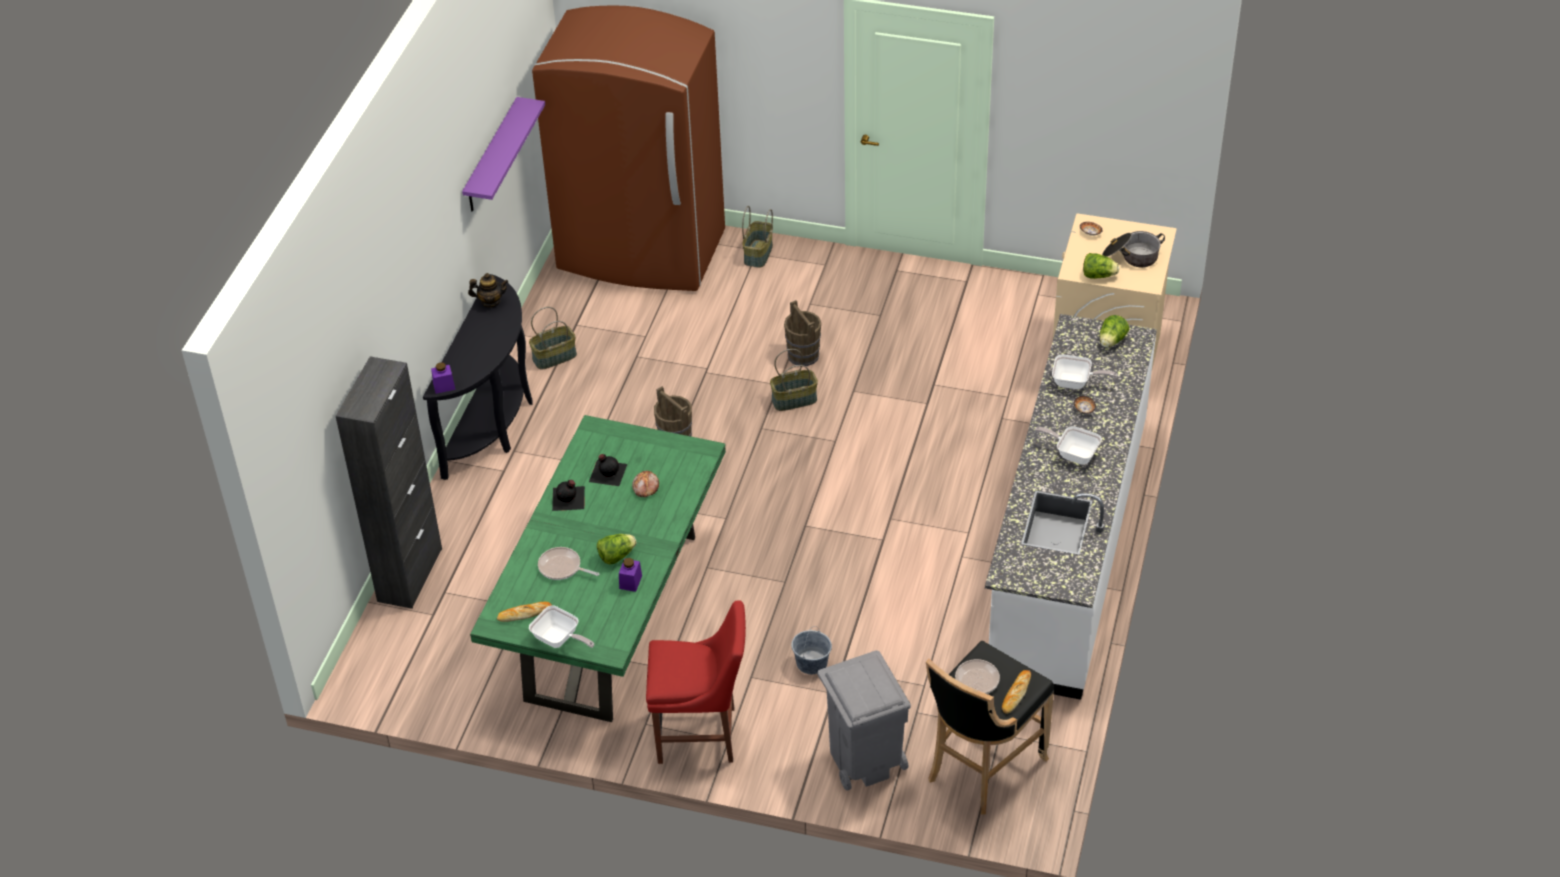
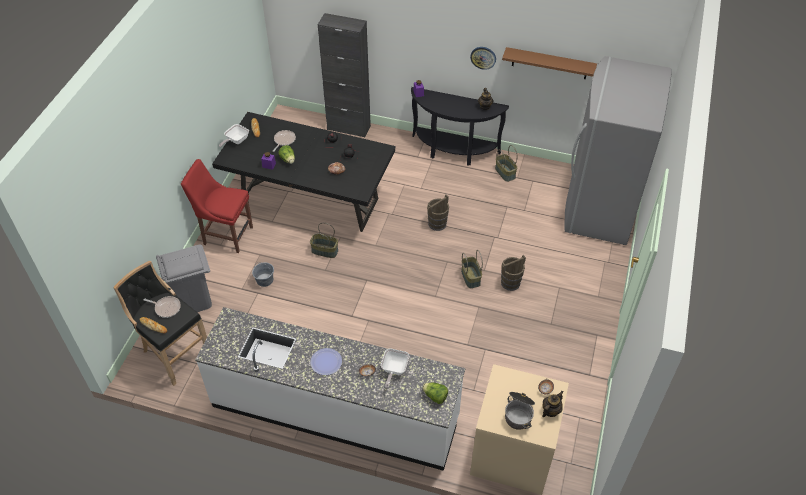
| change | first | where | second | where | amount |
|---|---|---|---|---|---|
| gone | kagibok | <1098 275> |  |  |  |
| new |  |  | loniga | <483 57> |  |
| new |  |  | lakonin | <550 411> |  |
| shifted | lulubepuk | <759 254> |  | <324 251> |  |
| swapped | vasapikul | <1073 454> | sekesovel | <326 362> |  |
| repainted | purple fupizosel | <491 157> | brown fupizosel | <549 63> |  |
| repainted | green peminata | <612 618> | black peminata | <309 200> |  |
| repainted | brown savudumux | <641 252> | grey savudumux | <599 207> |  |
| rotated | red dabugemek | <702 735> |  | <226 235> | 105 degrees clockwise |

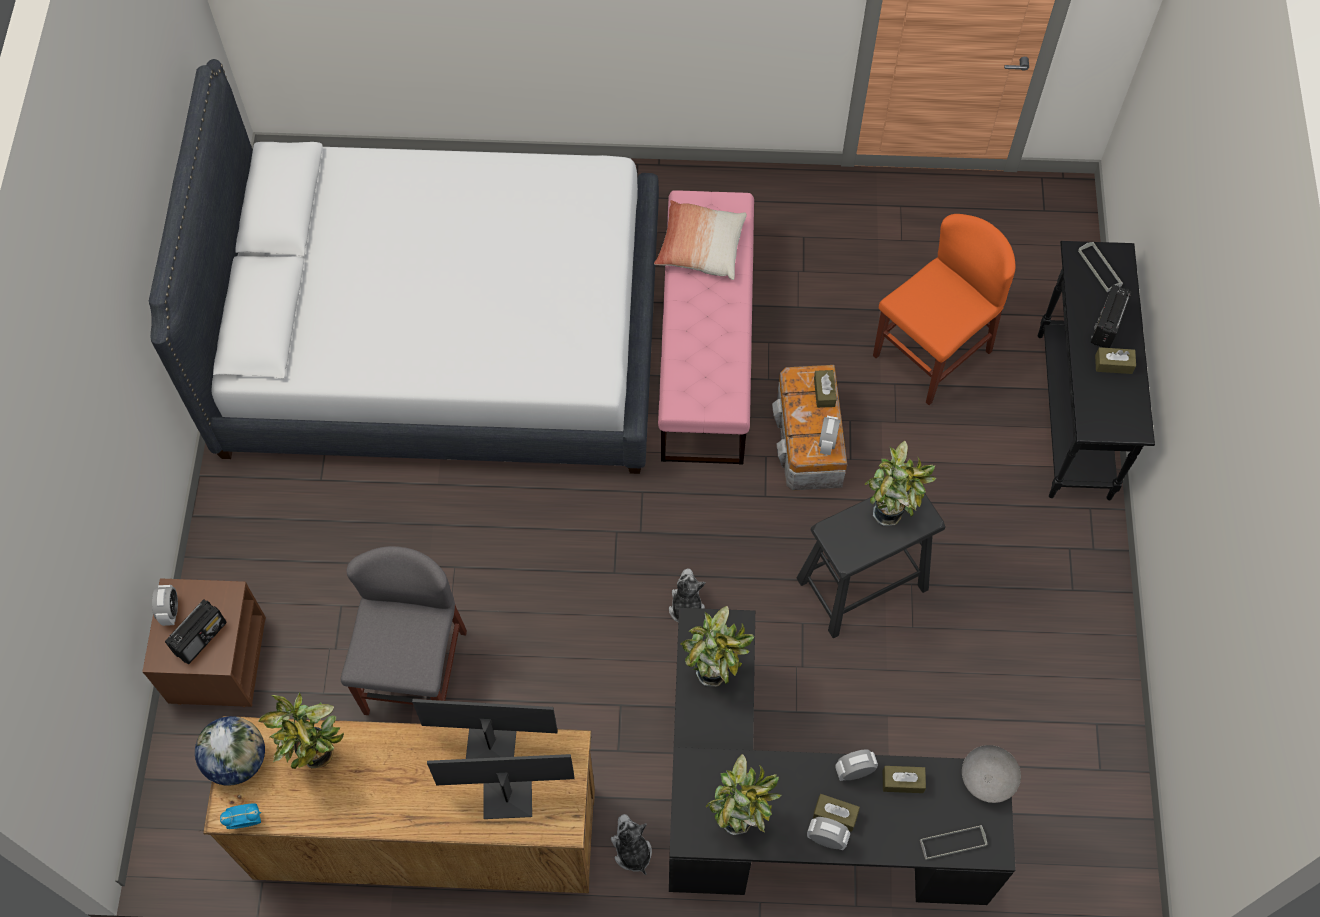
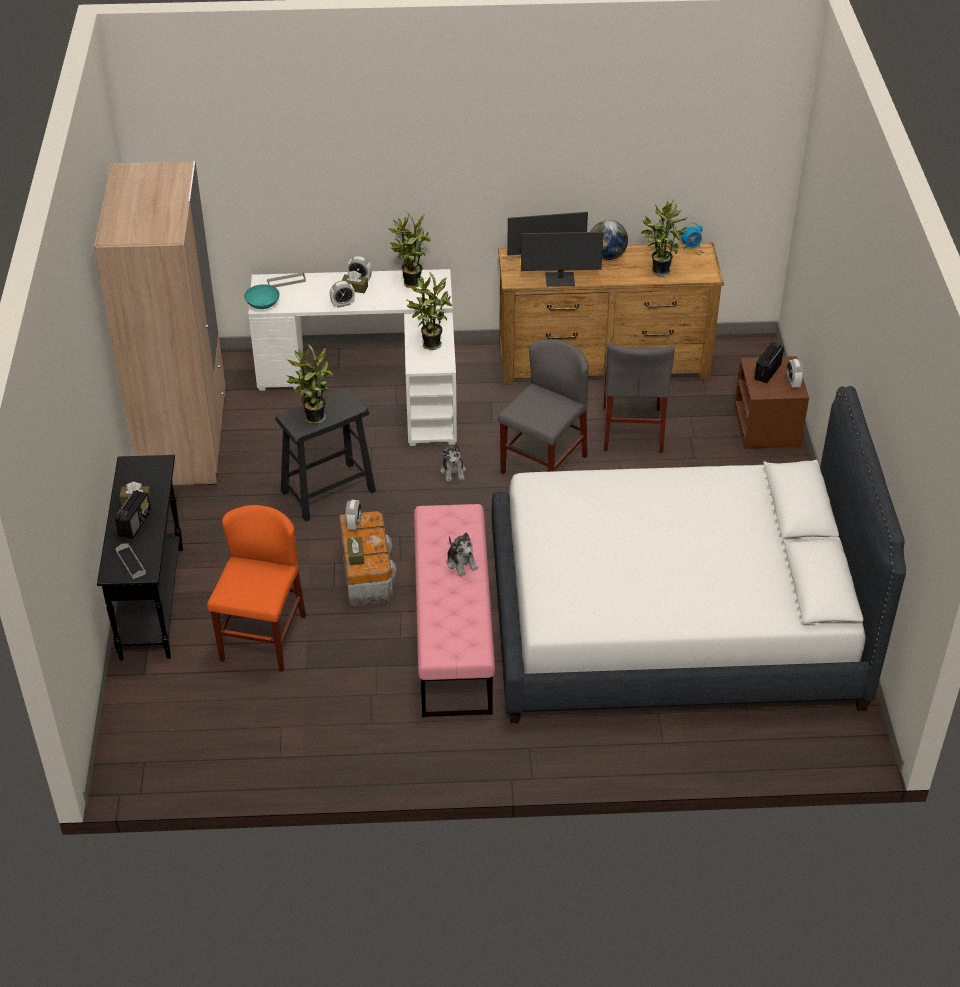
| change | first | where | second | where | amount |
|---|---|---|---|---|---|
| gone | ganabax | <700 248> |  |  |  |
| gone | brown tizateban | <902 782> |  |  |  |
| new |  |  | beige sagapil | <184 440> |  |
| new |  |  | grey dabugemek | <543 464> |  |
| shifted | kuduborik | <237 760> |  | <607 256> |  |
| shifted | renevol | <631 851> |  | <461 563> |  |
| repainted | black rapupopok | <794 815> | white rapupopok | <376 381> |  |
| repainted | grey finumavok | <986 779> | turquoise finumavok | <263 305> |  |
| rotated | orange dabugemek | <931 353> |  | <263 638> | 150 degrees clockwise |

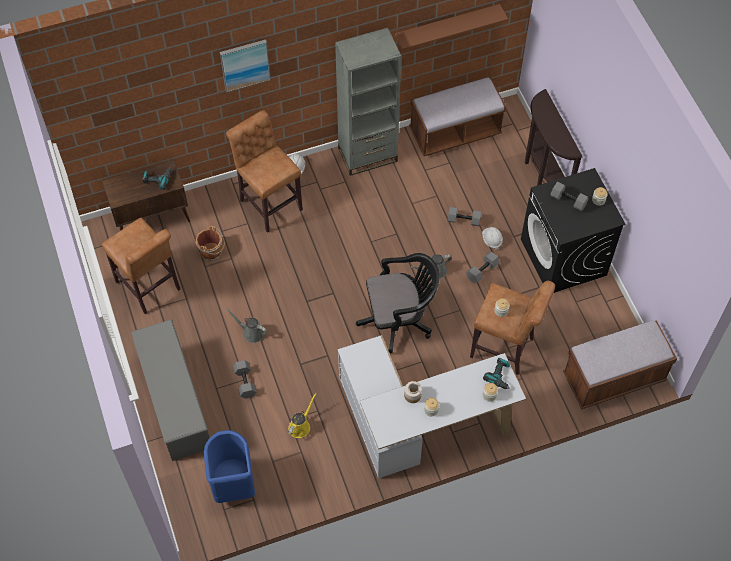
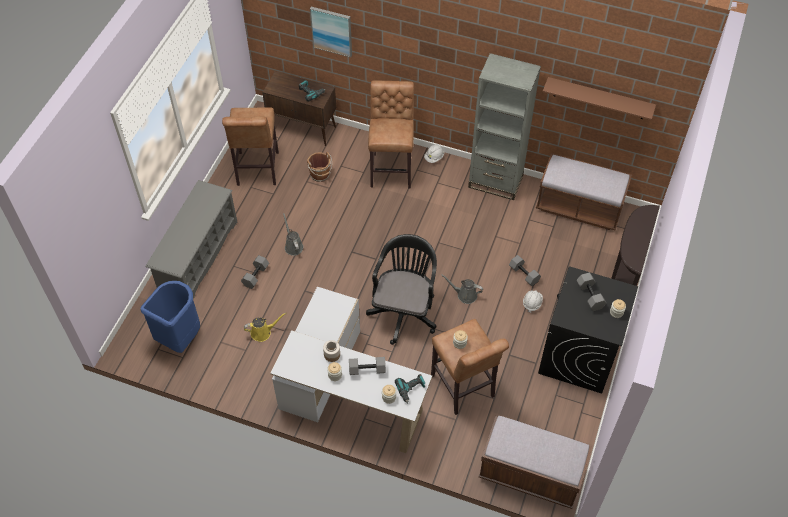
| change | first | where | second | where | amount |
|---|---|---|---|---|---|
| shifted | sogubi | <245 64> |  | <332 31> |  |
| shifted | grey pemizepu | <482 270> |  | <367 369> |  |
| rotated | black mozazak | <399 320> |  | <404 311> | 105 degrees counterclockwise |

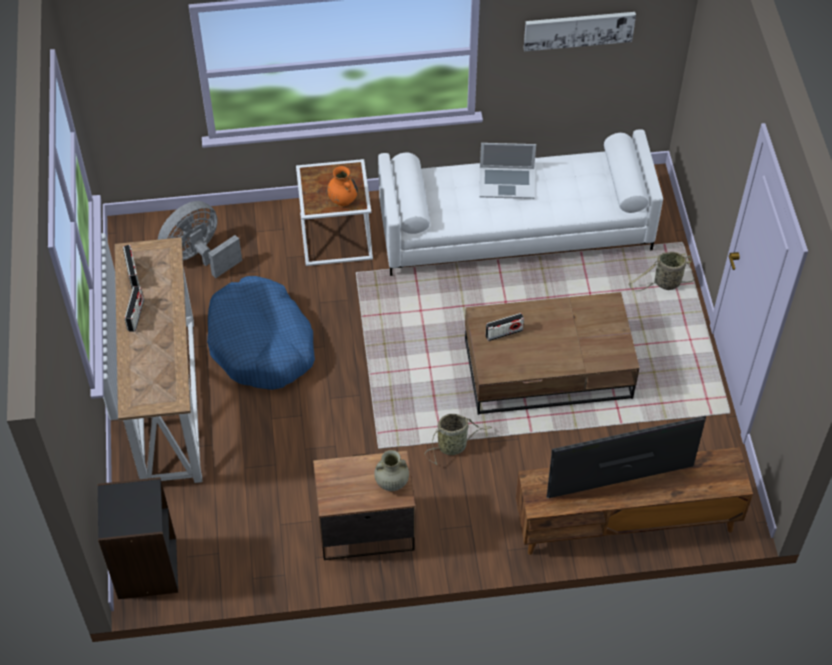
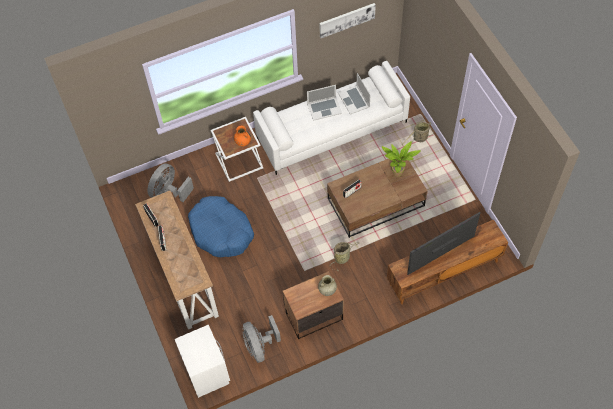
| change | first | where | second | where | amount |
|---|---|---|---|---|---|
| new |  |  | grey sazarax | <259 346> |  |
| new |  |  | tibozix | <354 99> |  |
| new |  |  | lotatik | <397 175> |  |
| swapped | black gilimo | <146 568> | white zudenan | <207 372> |  |

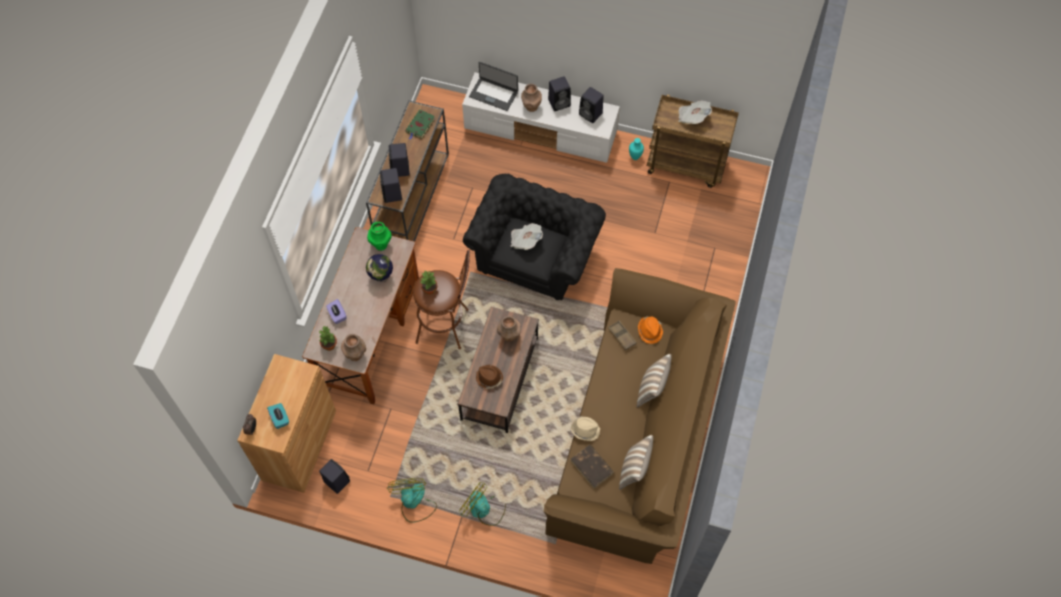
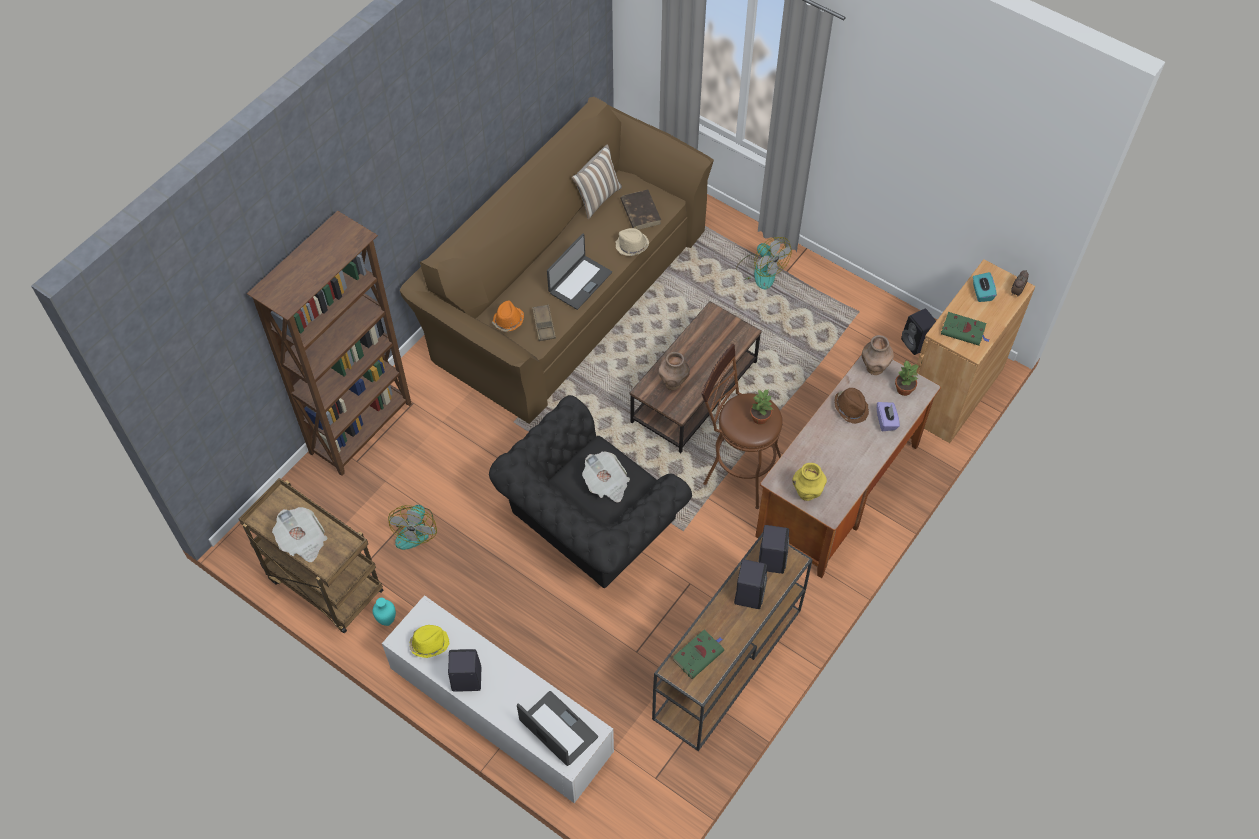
| change | first | where | second | where | amount |
|---|---|---|---|---|---|
| gone | kuduborik | <381 277> |  |  |  |
| gone | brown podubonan | <531 107> |  |  |  |
| gone | ganabax | <652 390> |  |  |  |
| new |  |  | brown gilimo | <362 428> |  |
| new |  |  | tibozix | <579 282> |  |
| new |  |  | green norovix | <964 331> |  |
| shifted | sazarax | <414 502> |  | <415 529> |  |
| shifted | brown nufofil | <489 378> |  | <851 408> |  |
| swapped | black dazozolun | <591 114> | yellow nufofil | <429 643> |  |
| repainted | green podubonan | <381 244> | yellow podubonan | <806 493> |  |

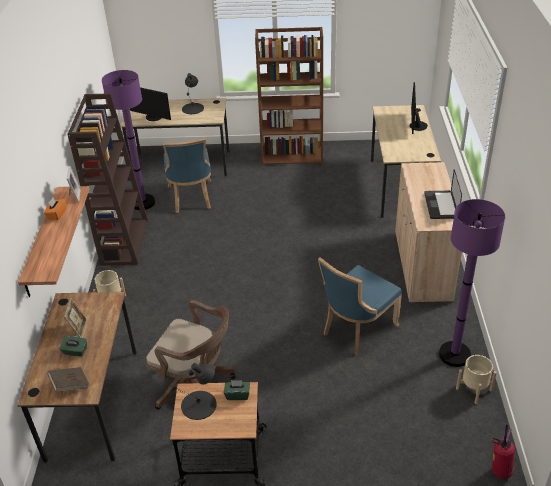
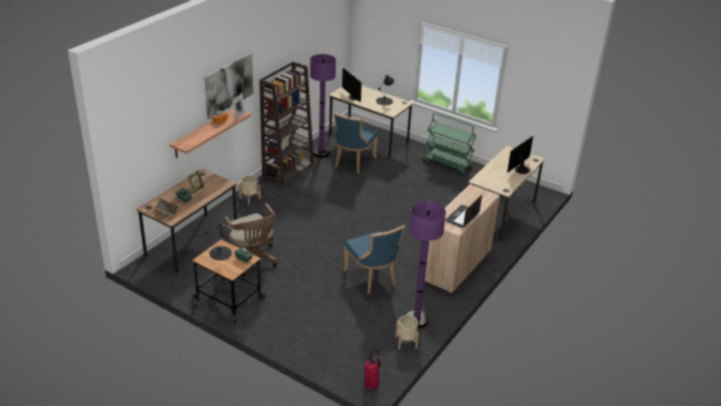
| change | first | where | second | where | amount |
|---|---|---|---|---|---|
| new |  |  | sogubi | <229 85> |  |
| swapped | brown gilimo | <292 155> | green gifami | <448 164> |  |
| rotated | blue dabugemek | <356 329> |  | <372 278> | 105 degrees counterclockwise |

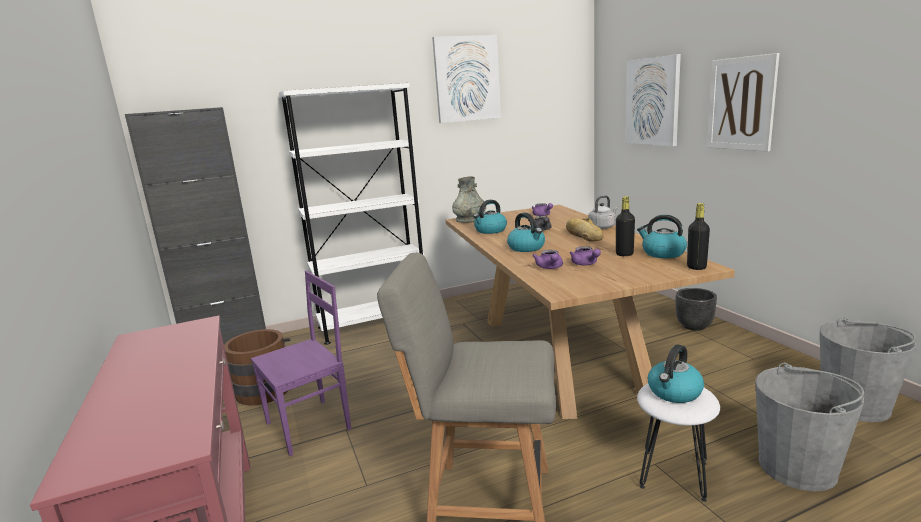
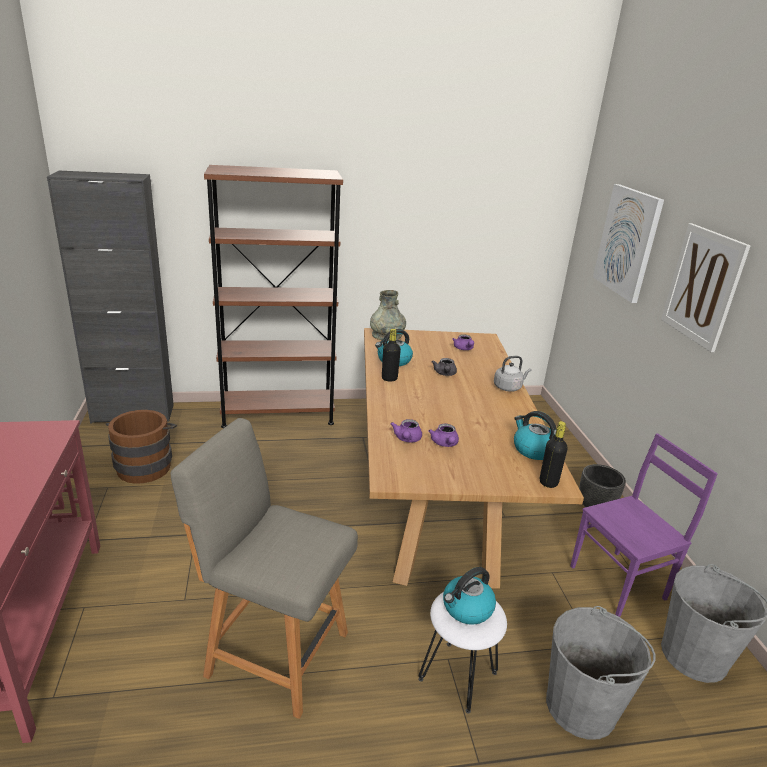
| change | first | where | second | where | amount |
|---|---|---|---|---|---|
| gone | sogubi | <467 79> |  |  |  |
| gone | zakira | <527 248> |  |  |  |
| gone | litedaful | <583 236> |  |  |  |
| shifted | purple dabugemek | <310 426> |  | <619 583> |  |
| shifted | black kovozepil | <624 254> |  | <389 378> |  |
| repainted | white gilimo | <374 324> | brown gilimo | <278 414> |  |

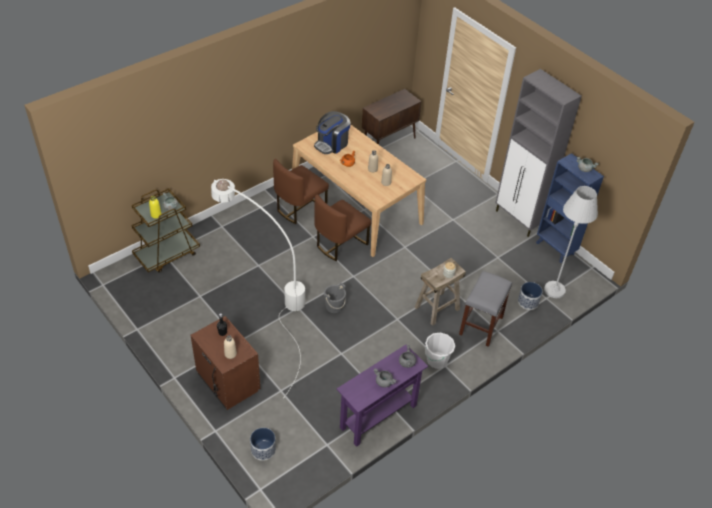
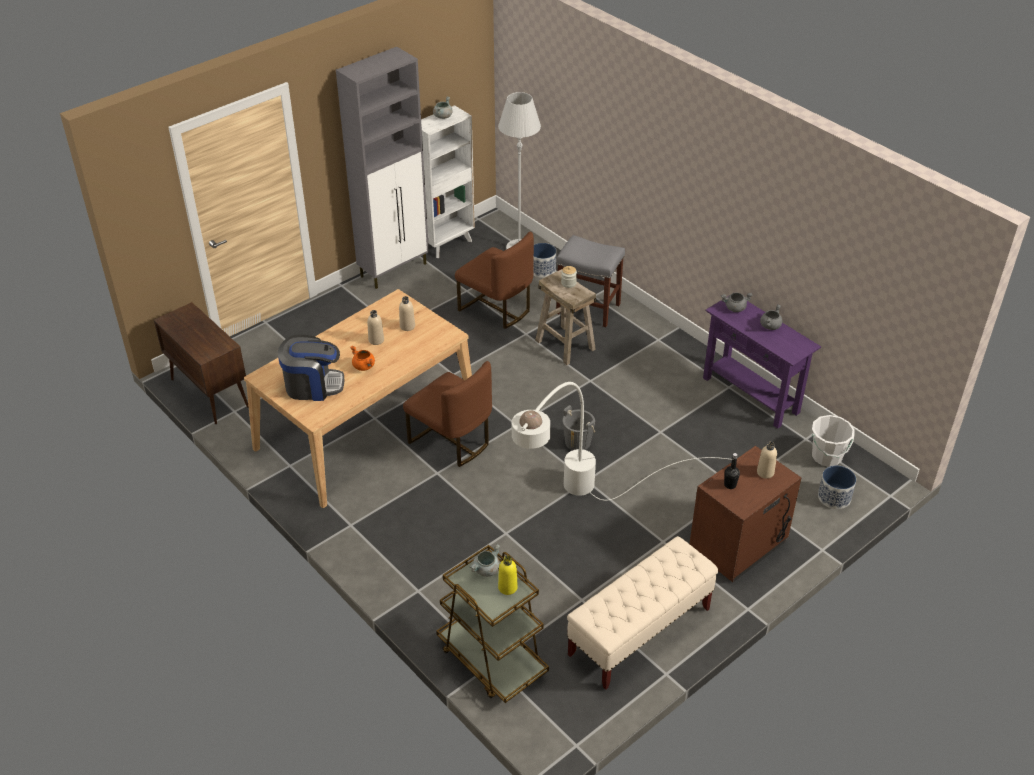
| change | first | where | second | where | amount |
|---|---|---|---|---|---|
| new |  |  | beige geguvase | <639 632> |  |
| shifted | brown dabugemek | <299 208> |  | <496 309> |  |
| shifted | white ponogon | <437 360> |  | <826 456> |  |
| repainted | blue gilimo | <555 249> | white gilimo | <447 243> |  |
| rotated | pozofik | <332 144> |  | <313 385> | 45 degrees counterclockwise |

